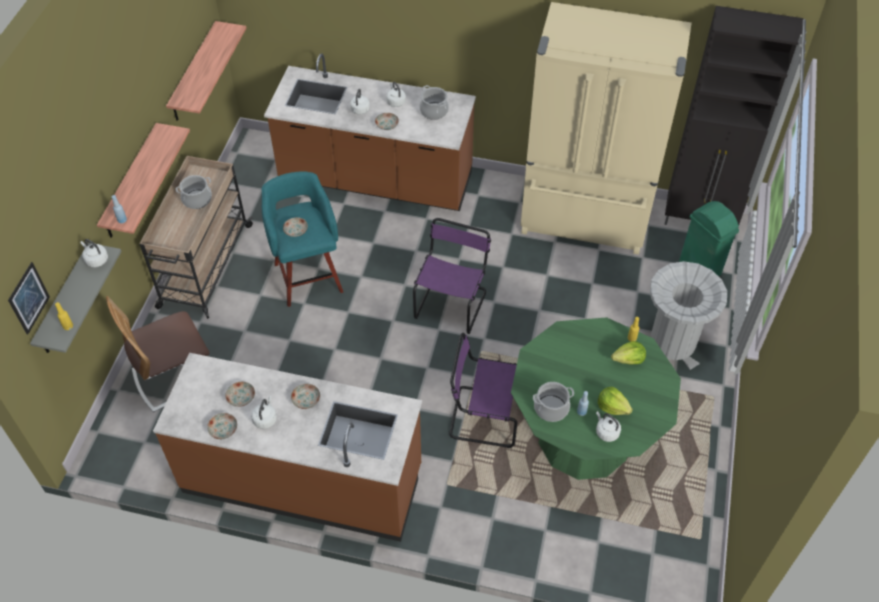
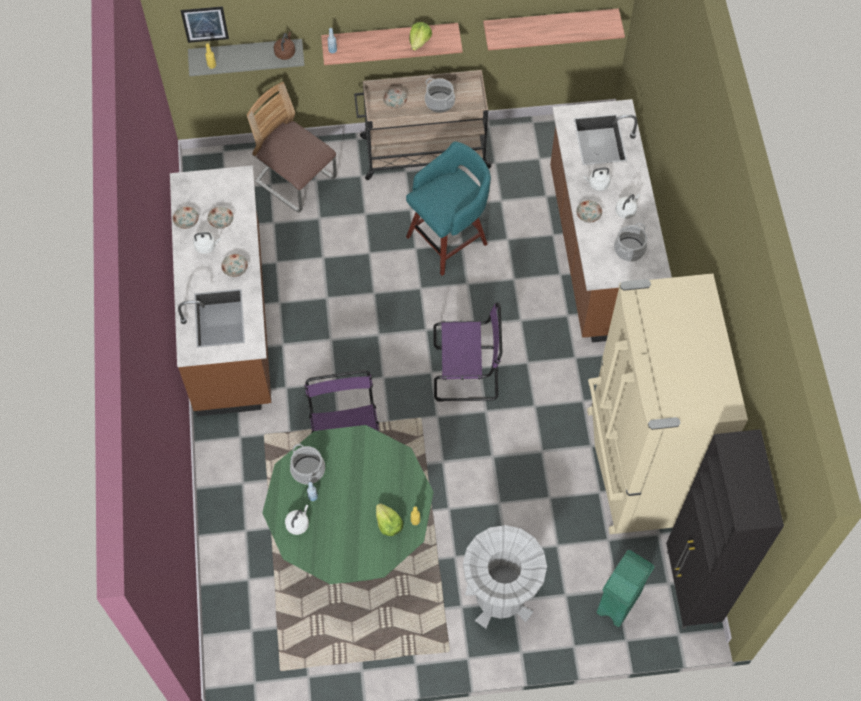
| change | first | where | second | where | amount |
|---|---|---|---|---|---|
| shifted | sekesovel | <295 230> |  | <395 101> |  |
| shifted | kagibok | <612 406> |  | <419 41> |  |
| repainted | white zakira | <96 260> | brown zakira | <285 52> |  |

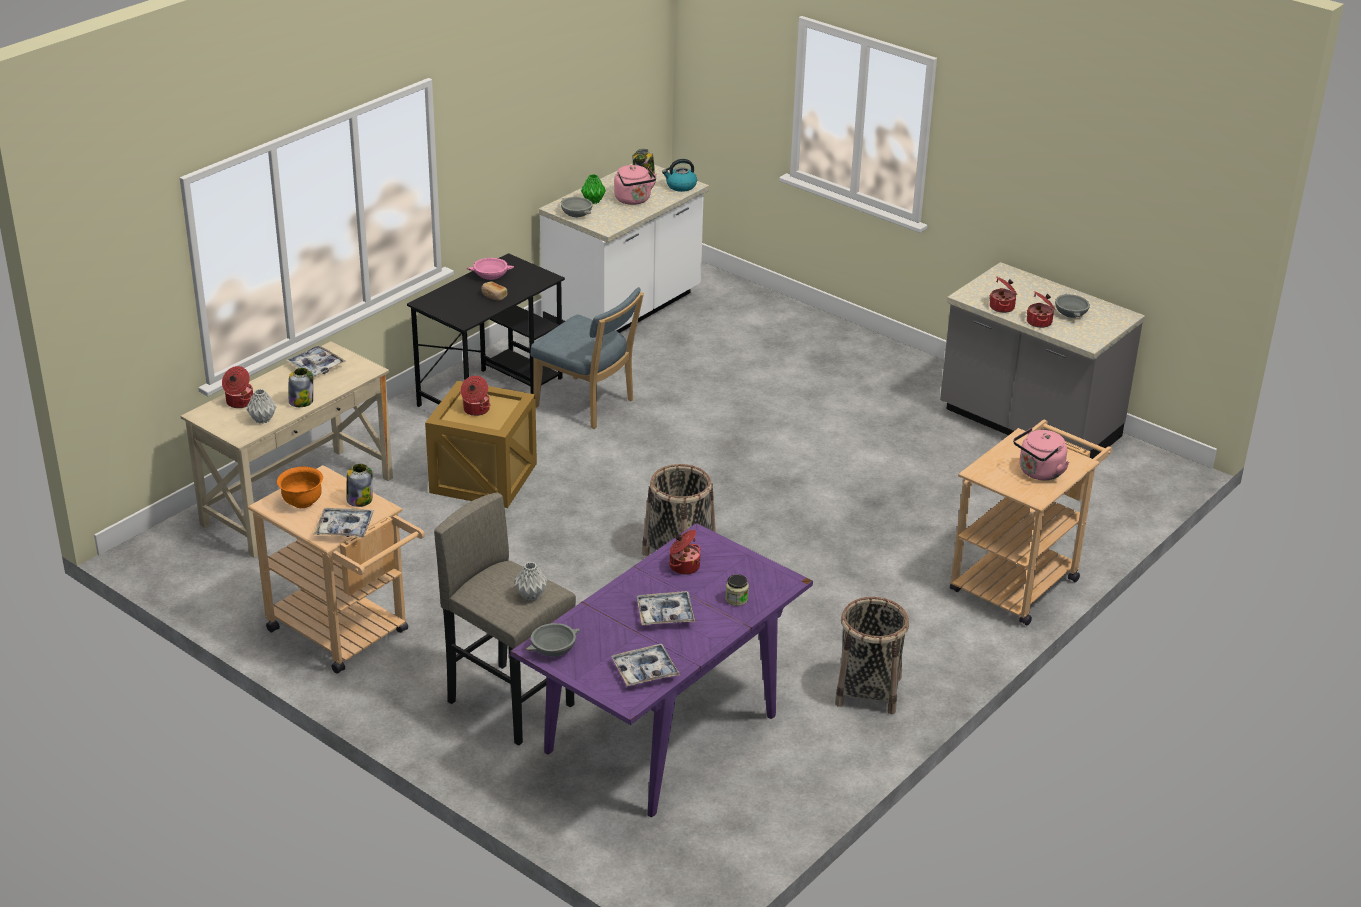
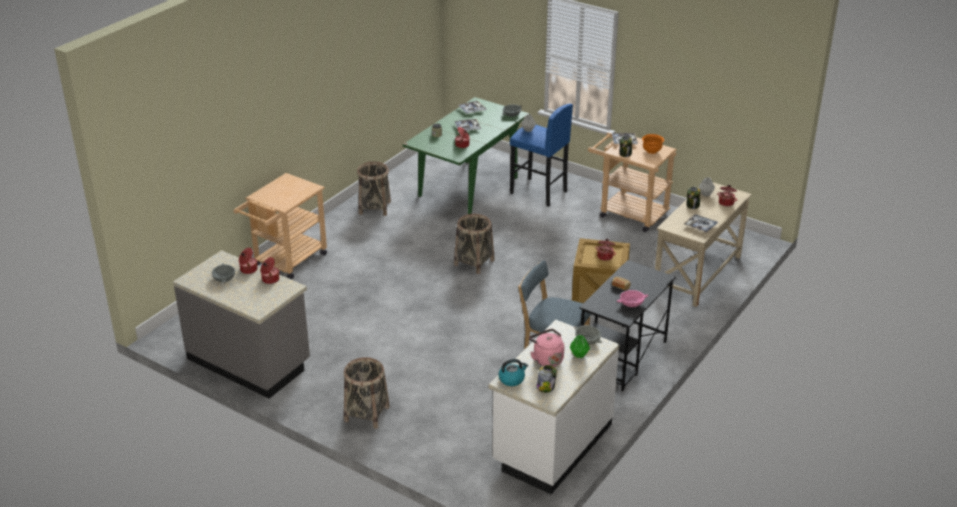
| change | first | where | second | where | amount |
|---|---|---|---|---|---|
| gone | pink zakira | <1039 473> |  |  |  |
| new |  |  | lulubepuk | <367 414> |  |
| repainted | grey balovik | <511 703> | blue balovik | <538 192> |  |
| repainted | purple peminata | <662 732> | green peminata | <468 187> |  |

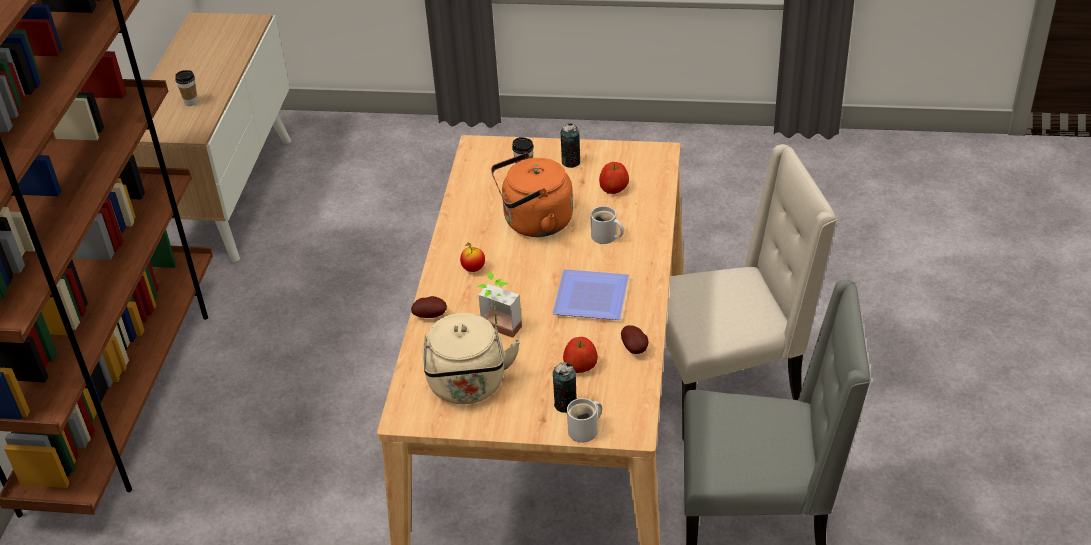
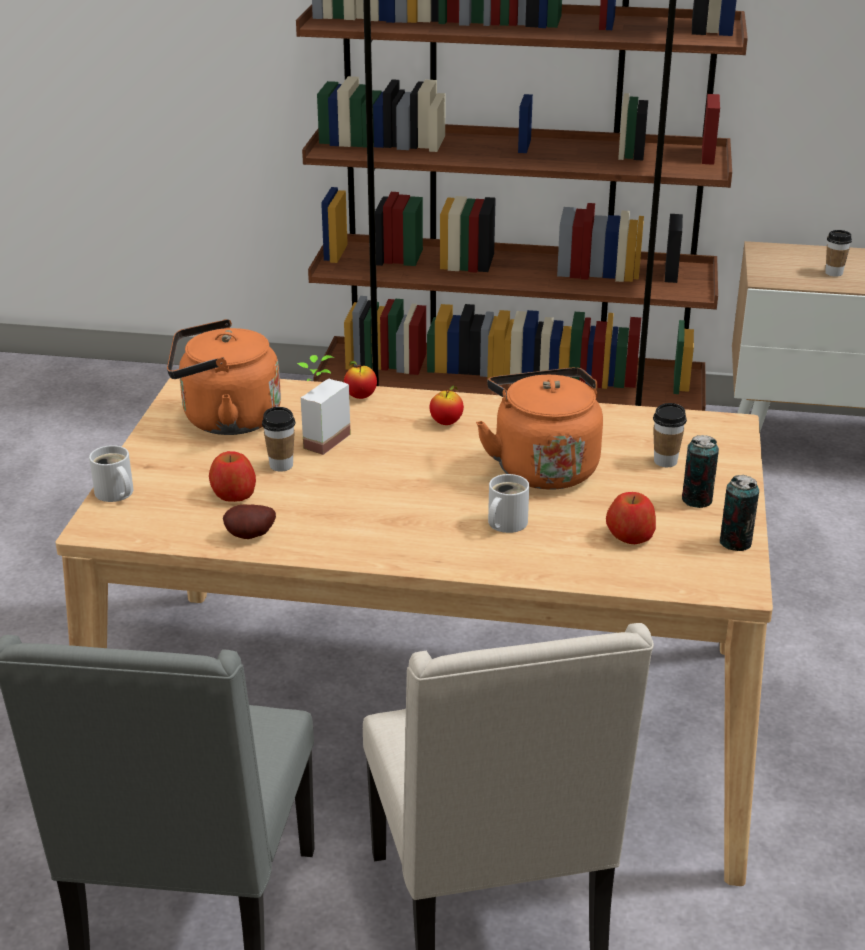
| change | first | where | second | where | amount |
|---|---|---|---|---|---|
| gone | sekesovel | <593 299> |  |  |  |
| new |  |  | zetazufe | <281 465> |  |
| shifted | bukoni | <565 405> |  | <735 542> |  |
| swapped | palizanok | <431 315> | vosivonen | <360 396> |  |
| repainted | beige zakira | <468 387> | orange zakira | <225 420> |  |

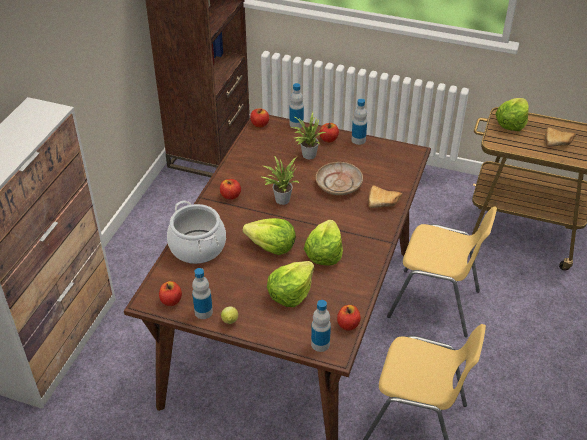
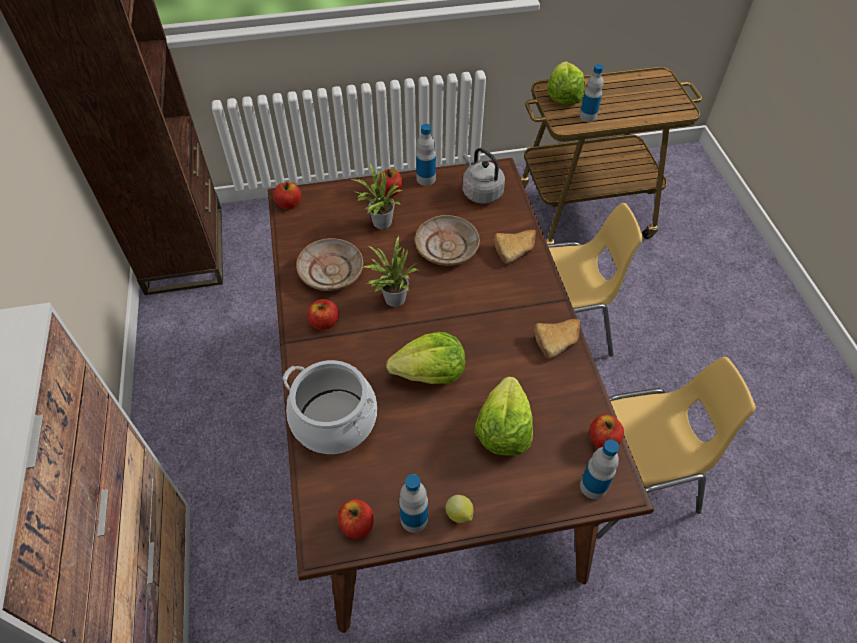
| change | first | where | second | where | amount |
|---|---|---|---|---|---|
| gone | kagibok | <324 253> |  |  |  |
| new |  |  | beige sekesovel | <331 271> |  |
| new |  |  | grey zakira | <480 192> |  |
| shifted | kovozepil | <296 124> |  | <588 116> |  |
| shifted | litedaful | <559 142> |  | <559 340> |  |

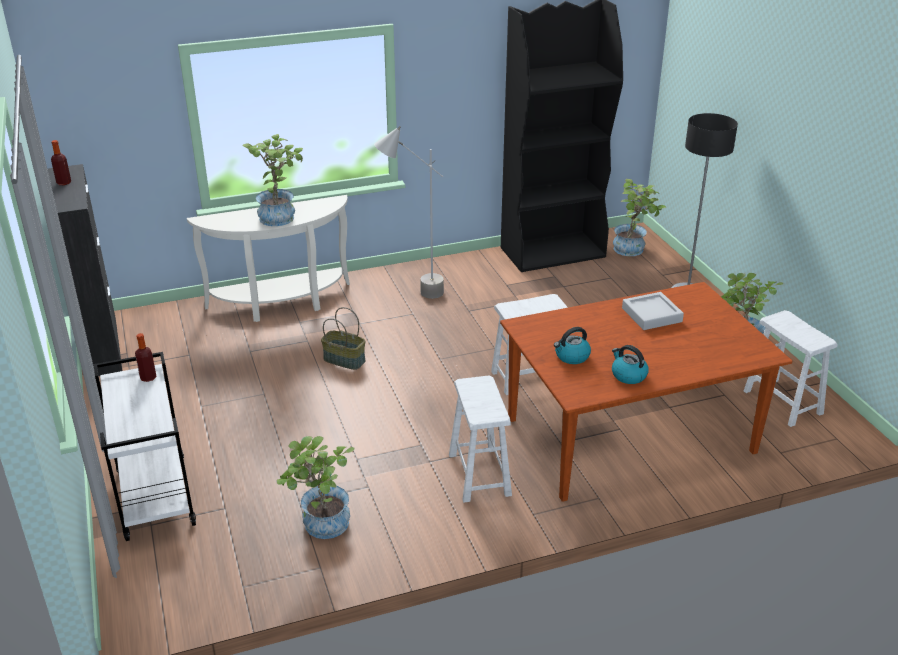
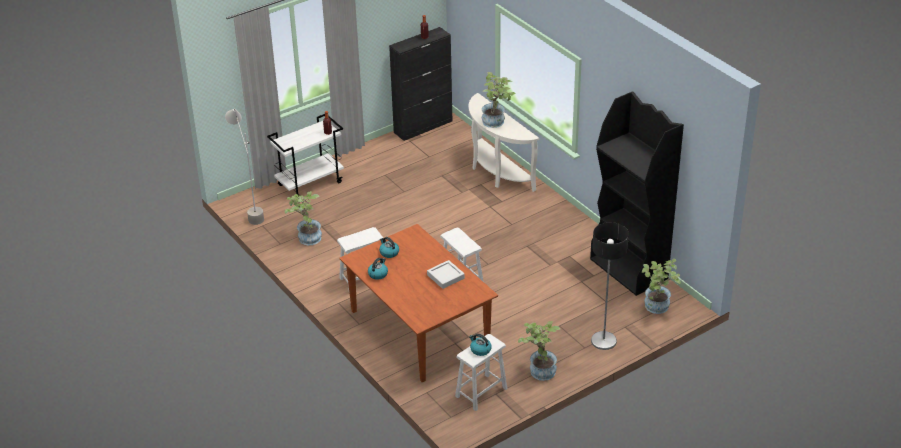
| change | first | where | second | where | amount |
|---|---|---|---|---|---|
| gone | lulubepuk | <345 360> |  |  |  |
| new |  |  | zakira | <480 350> |  |
| shifted | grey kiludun | <413 295> |  | <250 213> |  |

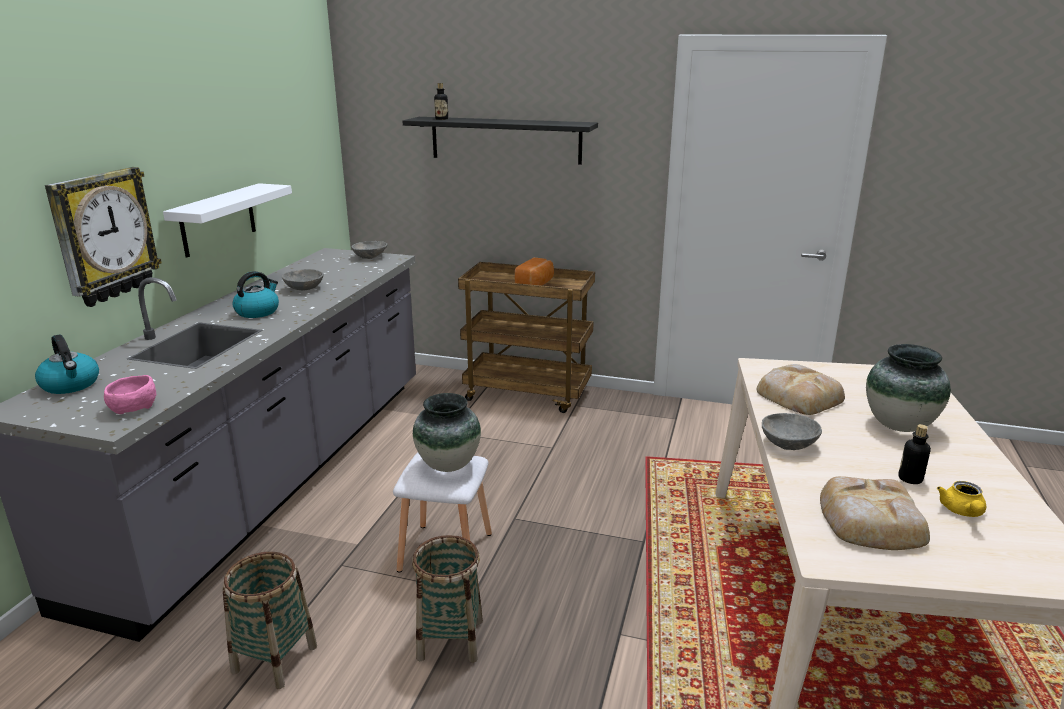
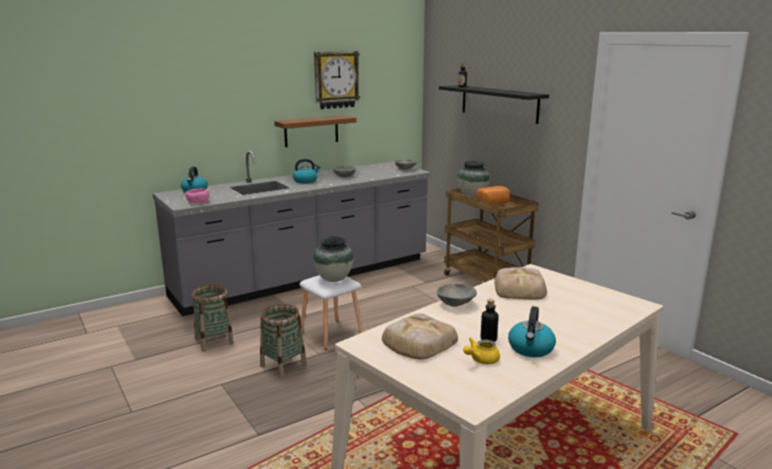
| change | first | where | second | where | amount |
|---|---|---|---|---|---|
| new |  |  | zakira | <531 349> |  |
| shifted | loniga | <104 236> |  | <336 80> |  |
| shifted | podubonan | <898 425> |  | <472 196> |  |
| repainted | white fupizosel | <218 220> | brown fupizosel | <311 131> |  |

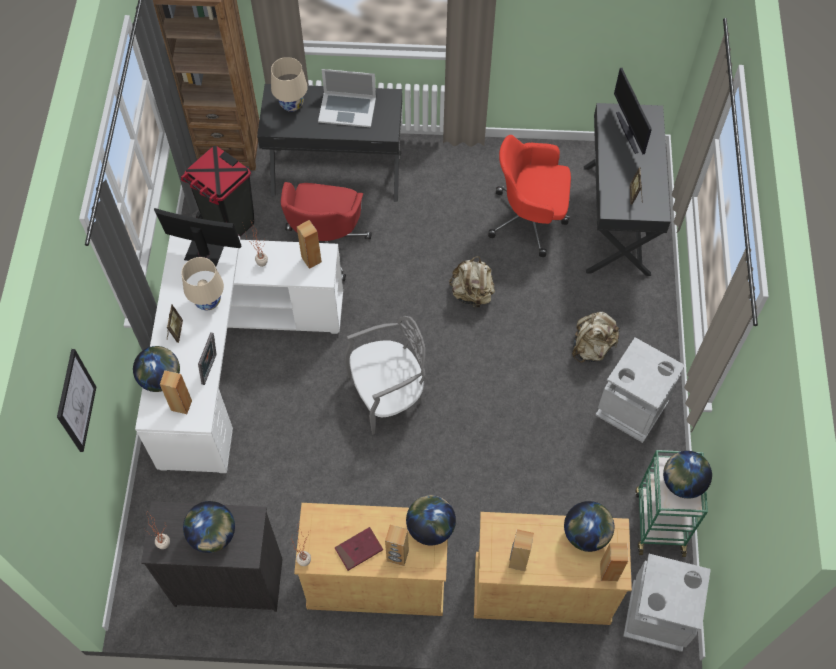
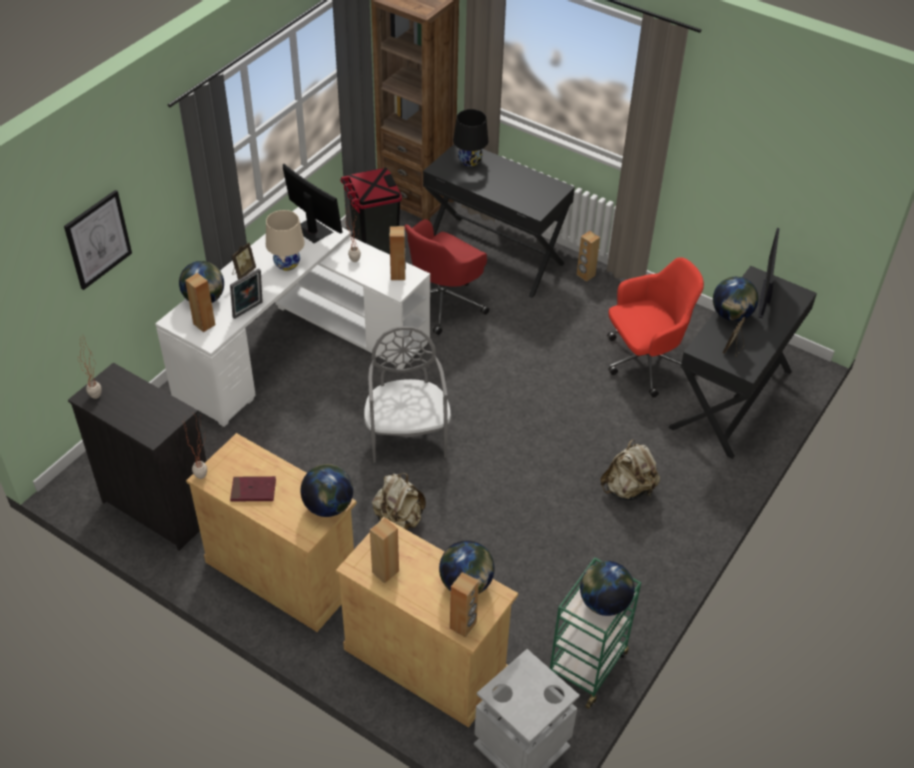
| change | first | where | second | where | amount |
|---|---|---|---|---|---|
| gone | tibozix | <347 109> |  |  |  |
| gone | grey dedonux | <632 408> |  |  |  |
| shifted | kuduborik | <213 535> |  | <731 315> |  |
| shifted | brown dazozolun | <397 556> |  | <585 275> |  |
| shifted | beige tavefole | <472 293> |  | <398 520> |  |
| repainted | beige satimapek | <292 104> | black satimapek | <470 161> |  |
| rotated | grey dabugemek | <387 394> |  | <407 436> | 105 degrees counterclockwise |
| rotated | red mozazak | <530 219> |  | <645 362> | 120 degrees clockwise |

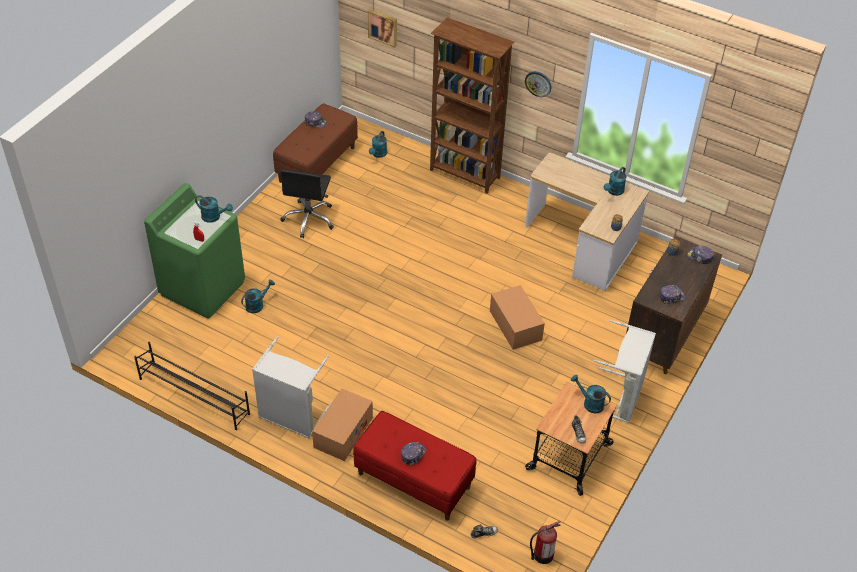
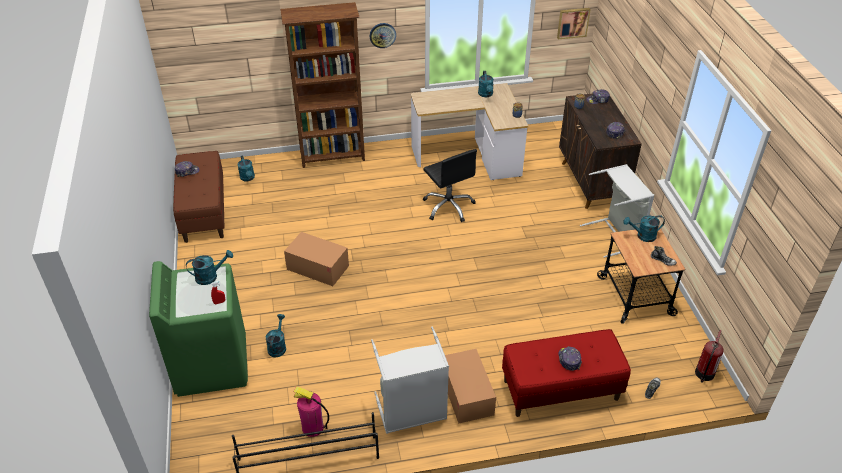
| change | first | where | second | where | amount |
|---|---|---|---|---|---|
| new |  |  | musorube | <312 427> |  |
| shifted | black mozazak | <309 219> |  | <448 206> |  |
| shifted | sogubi | <383 27> |  | <573 22> |  |
| shifted | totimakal | <515 325> |  | <317 267> |  |

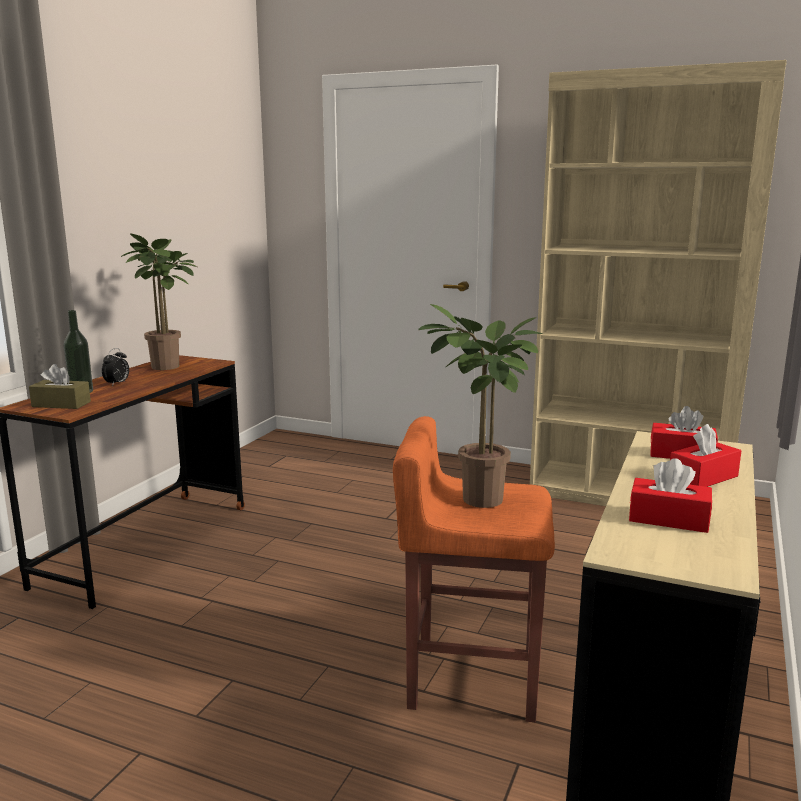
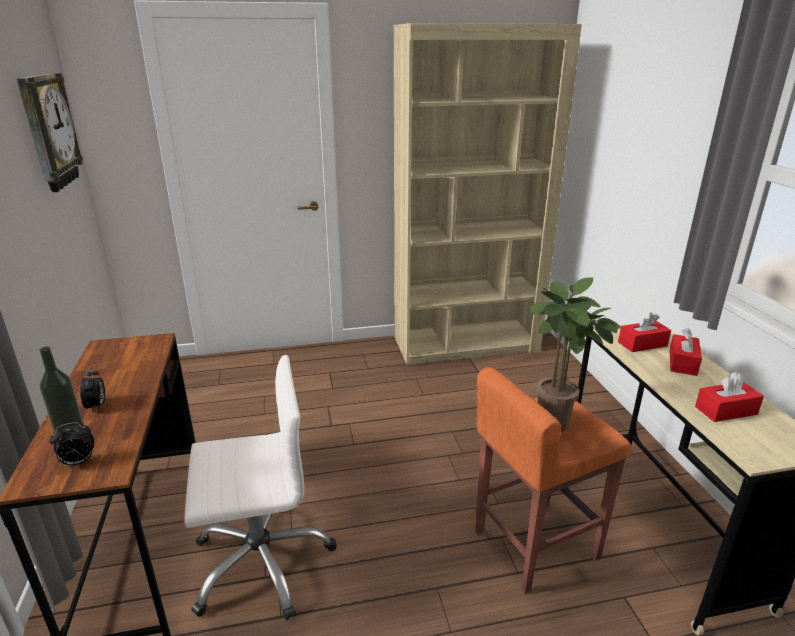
| change | first | where | second | where | amount |
|---|---|---|---|---|---|
| gone | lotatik | <168 367> |  |  |  |
| new |  |  | loniga | <48 132> |  |
| new |  |  | white mozazak | <261 561> |  |
| swapped | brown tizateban | <61 404> | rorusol | <78 462> |  |

